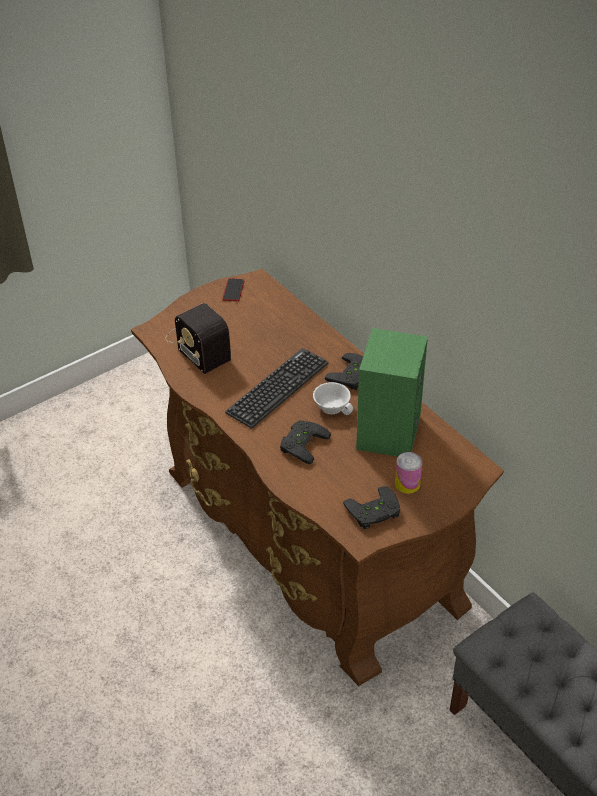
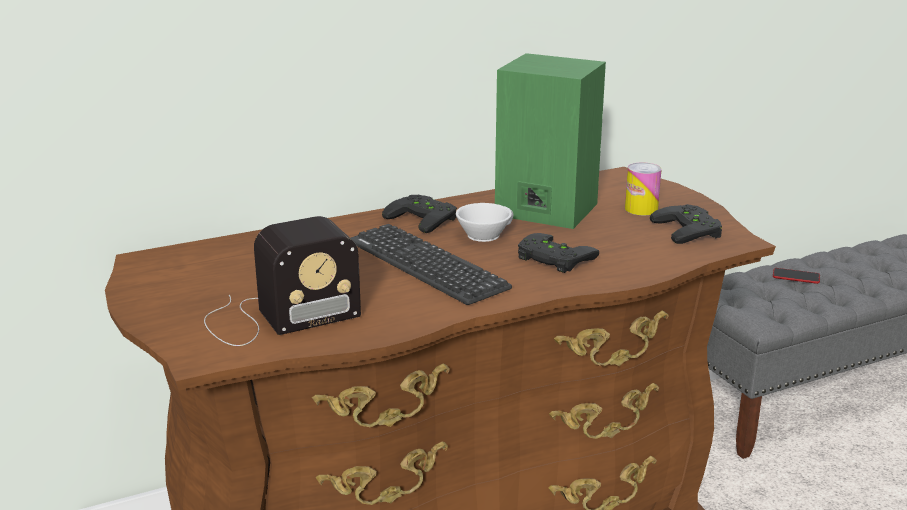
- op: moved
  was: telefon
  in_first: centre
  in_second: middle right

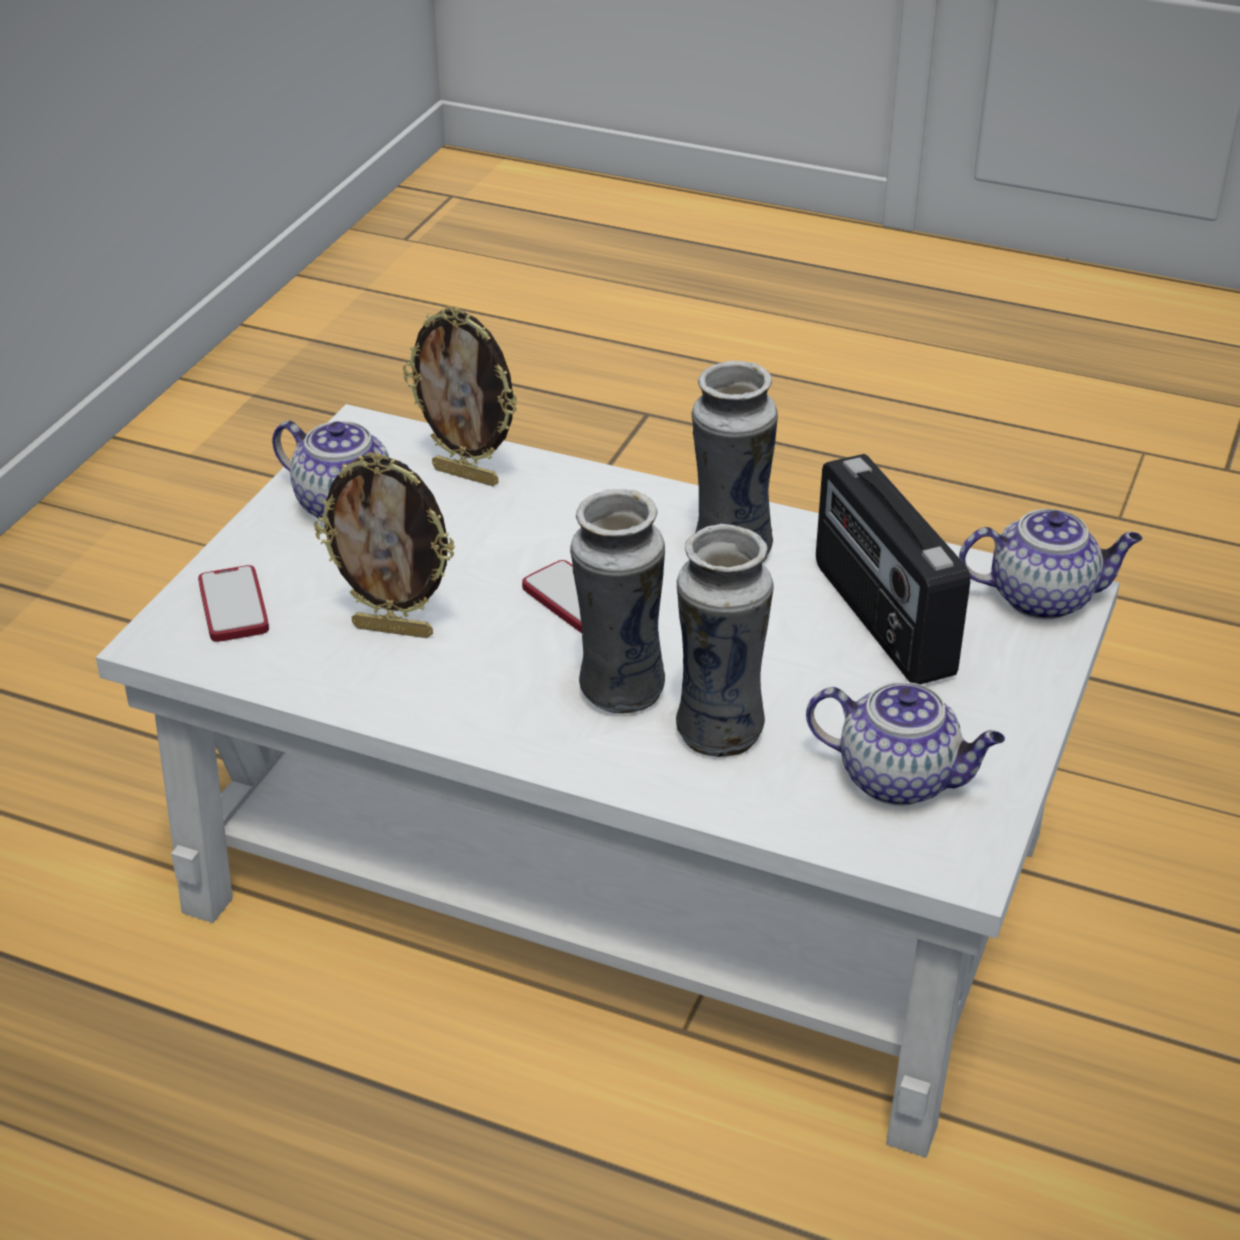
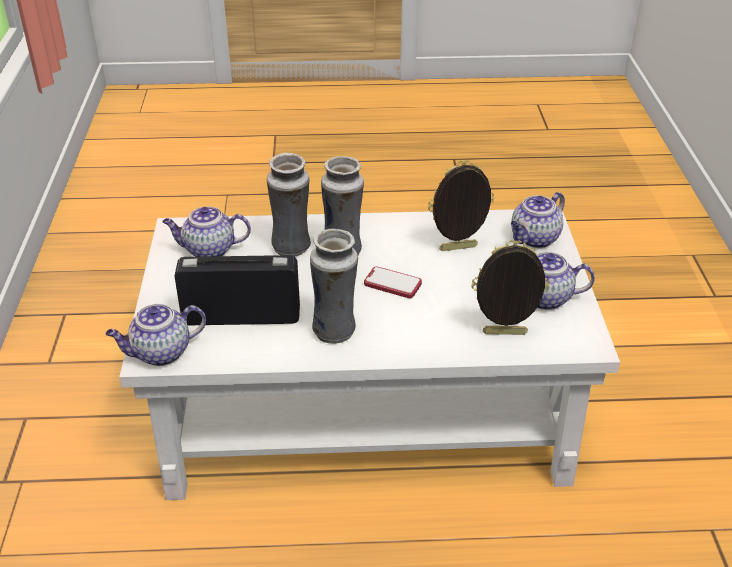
- op: turned
  was: radio
  in_first: middle right
  in_second: middle left
  clockwise: -45
- op: replaced
  was: telefon (1st from left)
  now: imbryk (3rd from left)
  in_first: middle left
  in_second: middle right

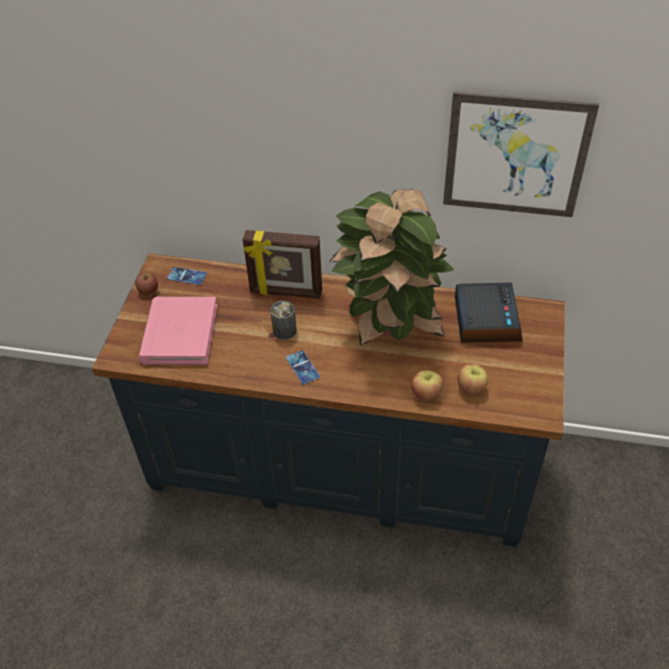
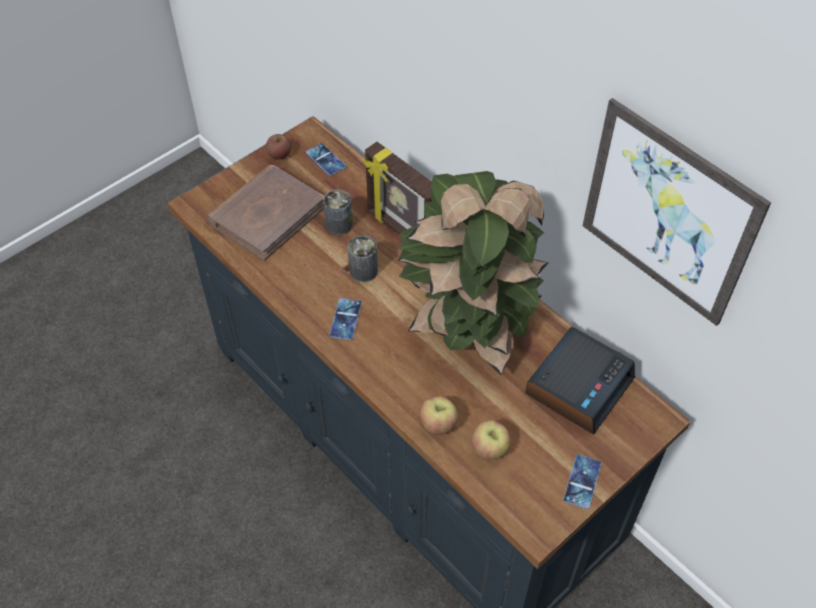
- op: recoloured
  was: książka (różowy)
  now: książka (brązowy)
  in_first: middle left
  in_second: middle left
- op: added
  now: puszka (1st from left)
  in_second: centre
- op: added
  now: telefon (3rd from left)
  in_second: bottom right

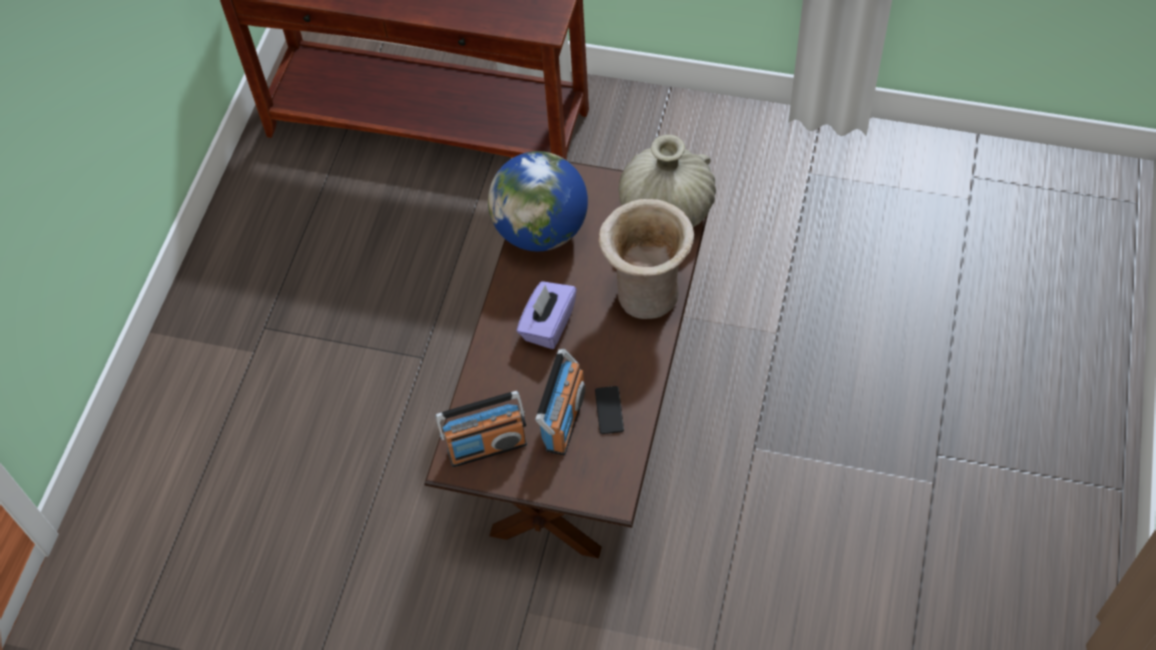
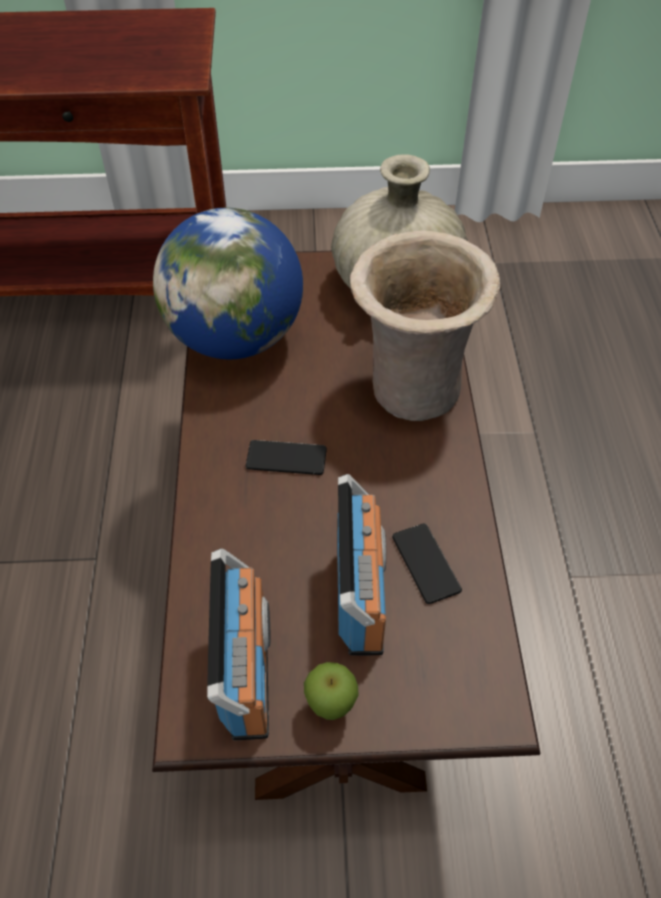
- op: replaced
  was: pudełko chusteczek (fioletowy)
  now: telefon (1st from left)
  in_first: centre
  in_second: centre
- op: turned
  was: radio (1st from left)
  in_first: centre
  in_second: bottom centre
  clockwise: -60
- op: added
  now: jabłko
  in_second: bottom centre

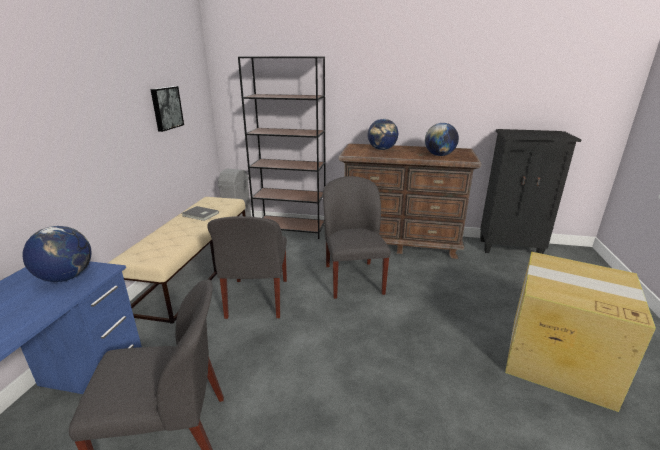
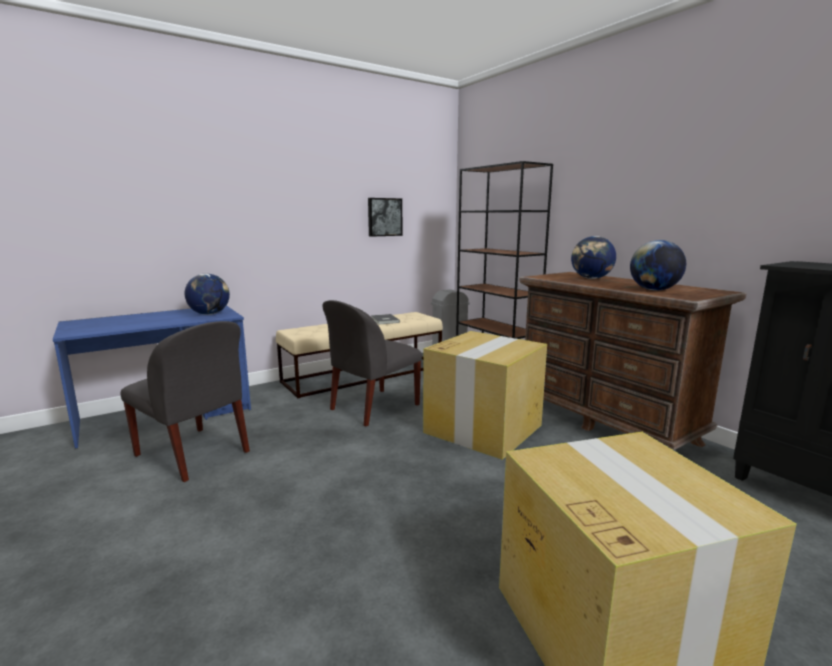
- op: replaced
  was: krzesło (szary) (3rd from left)
  now: karton (1st from left)
  in_first: centre
  in_second: centre

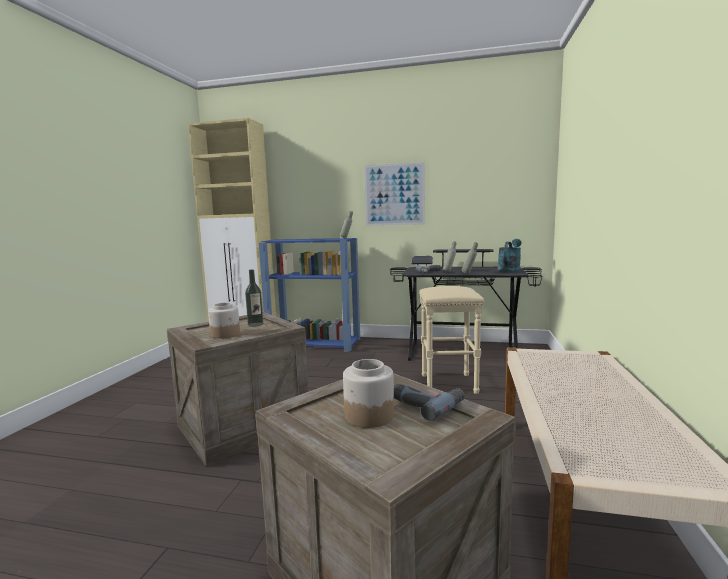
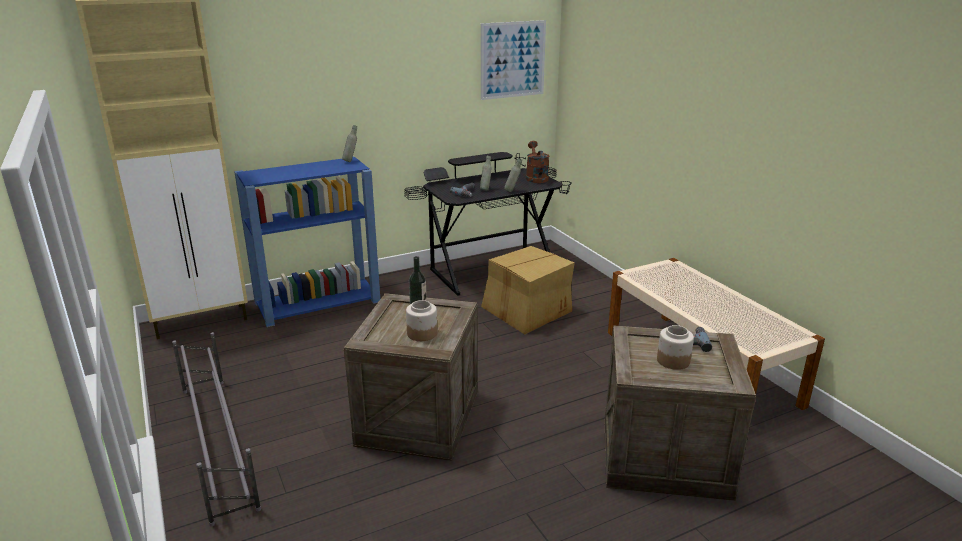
- op: moved
  was: obraz
  in_first: centre
  in_second: top centre
- op: recoloured
  was: konewka (turkusowy)
  now: konewka (brązowy)
  in_first: middle right
  in_second: top centre
- op: replaced
  was: stołek (beżowy)
  now: karton
  in_first: centre
  in_second: centre
- op: added
  now: regał na buty (szary)
  in_second: bottom left

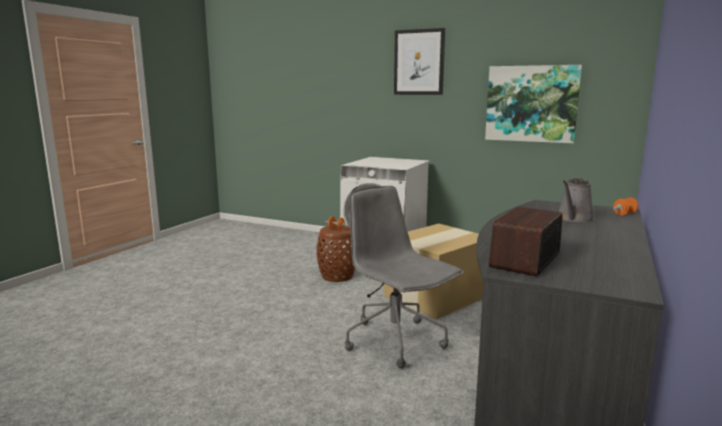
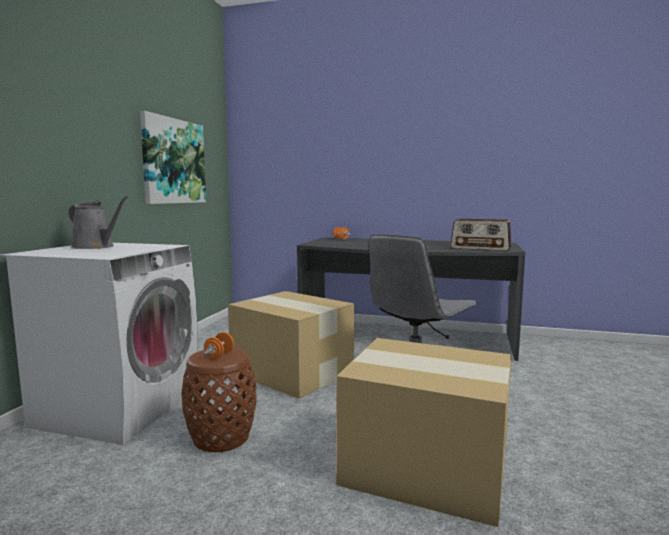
- op: removed
  was: obraz (1st from left)
  in_first: top centre
- op: moved
  was: konewka (szary)
  in_first: middle right
  in_second: middle left
- op: added
  now: karton (2nd from left)
  in_second: bottom centre

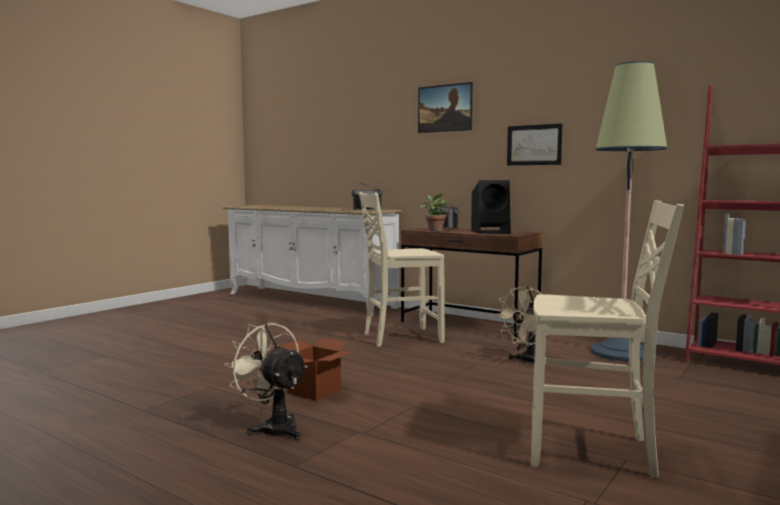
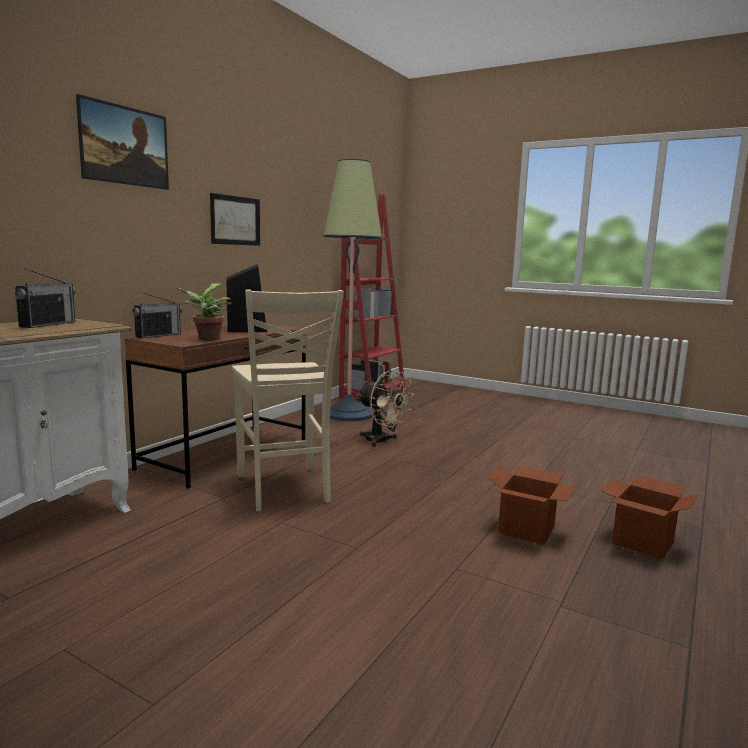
- op: removed
  was: krzesło (beżowy) (2nd from left)
  in_first: bottom right
- op: replaced
  was: wentylator (beżowy) (1st from left)
  now: karton (2nd from left)
  in_first: bottom centre
  in_second: bottom right

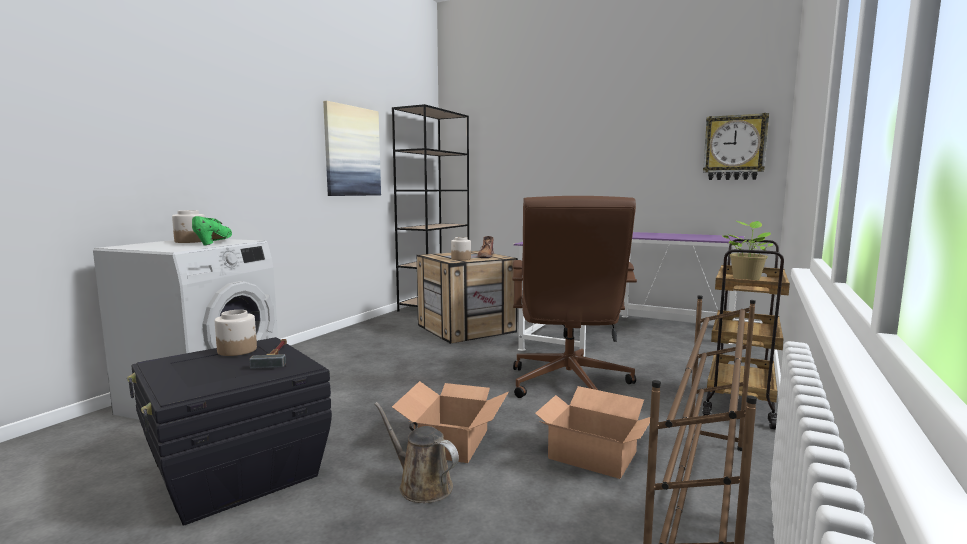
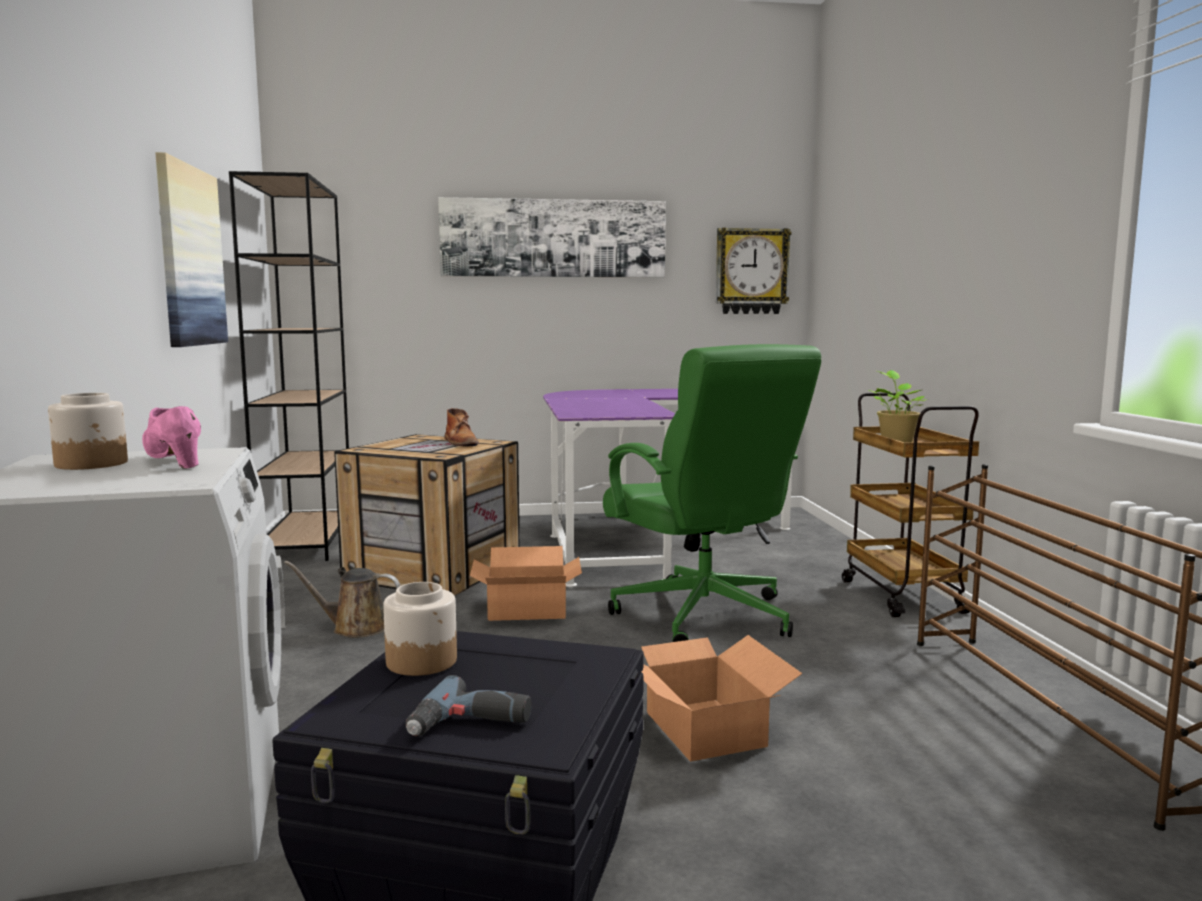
- op: recoloured
  was: krzesło biurowe (brązowy)
  now: krzesło biurowe (zielony)
  in_first: centre
  in_second: centre
- op: recoloured
  was: but (zielony)
  now: but (różowy)
  in_first: middle left
  in_second: middle left
- op: removed
  was: słoik (3rd from left)
  in_first: centre
- op: removed
  was: młotek
  in_first: middle left
- op: moved
  was: karton (2nd from left in the first image)
  now: karton (1st from left)
  in_first: bottom centre
  in_second: centre
- op: moved
  was: konewka (brązowy)
  in_first: bottom centre
  in_second: middle left
- op: added
  now: obraz (2nd from left)
  in_second: top centre
- op: added
  now: wiertarka
  in_second: bottom centre

